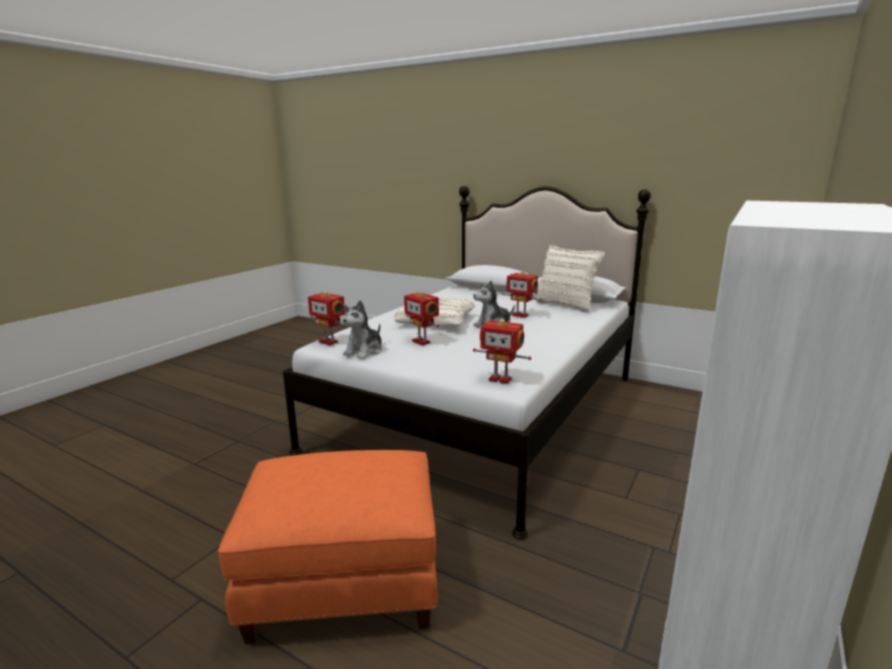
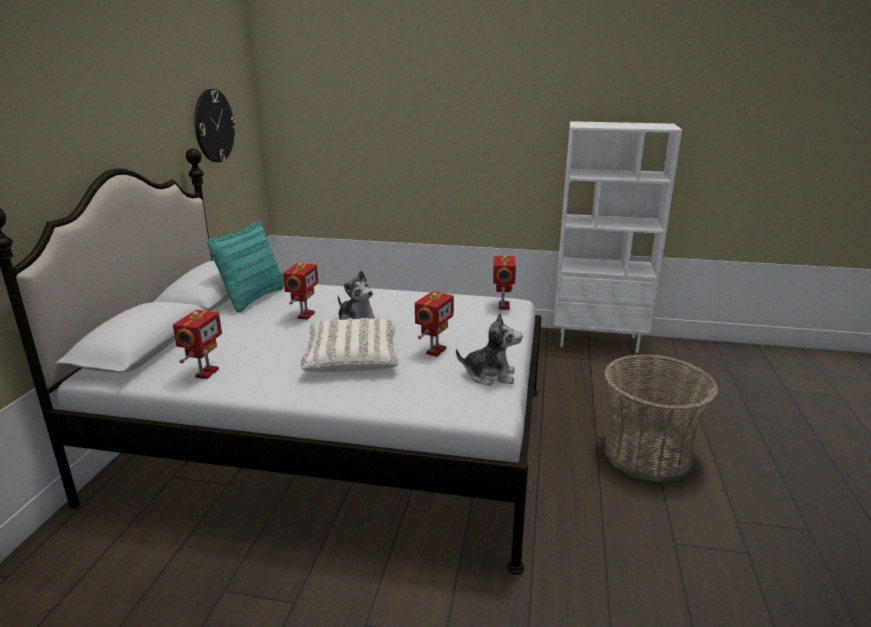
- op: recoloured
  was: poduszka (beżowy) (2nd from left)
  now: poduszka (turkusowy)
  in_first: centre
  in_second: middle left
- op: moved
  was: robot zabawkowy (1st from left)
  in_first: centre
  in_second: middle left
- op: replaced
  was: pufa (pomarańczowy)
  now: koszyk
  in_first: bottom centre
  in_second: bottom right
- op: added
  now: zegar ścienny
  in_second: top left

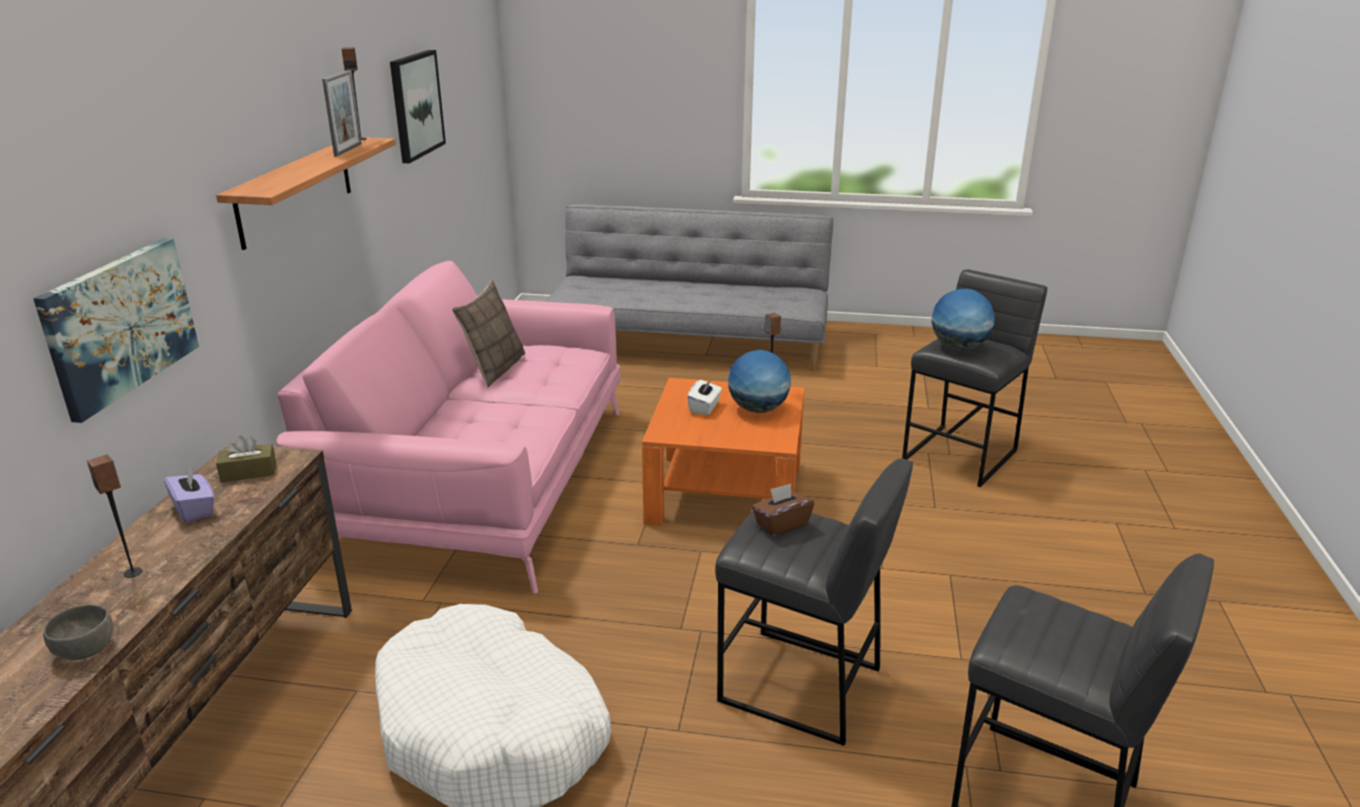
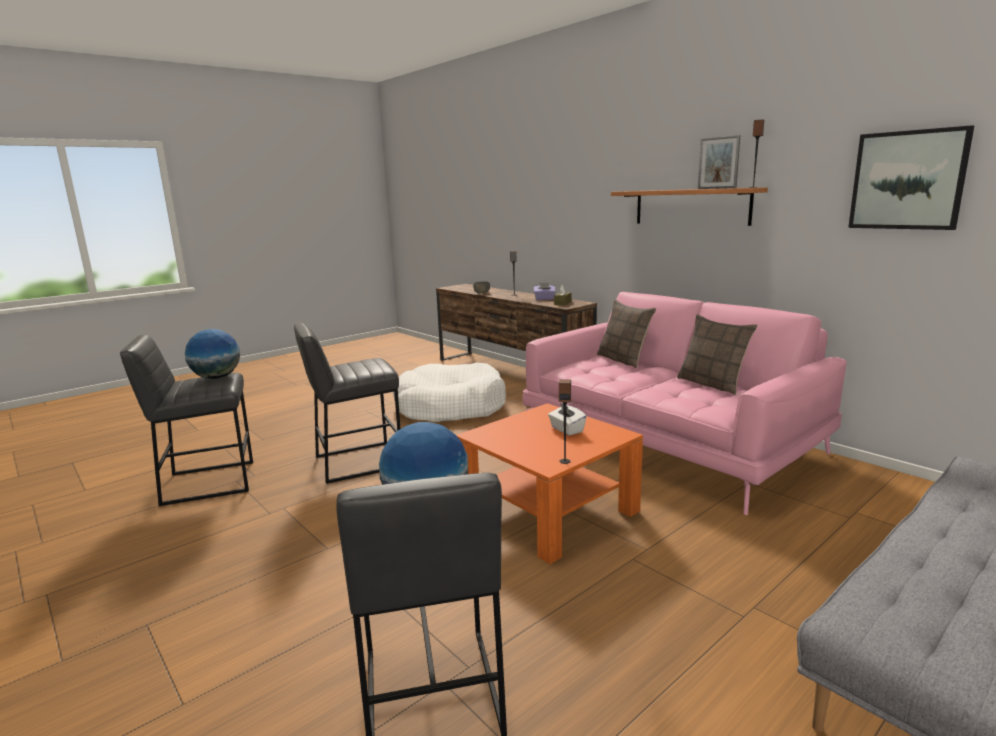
- op: removed
  was: obraz (1st from left)
  in_first: middle left
- op: moved
  was: globus (1st from left)
  in_first: centre
  in_second: middle left
- op: removed
  was: pudełko chusteczek (brązowy) (2nd from left)
  in_first: centre
- op: added
  now: poduszka (1st from left)
  in_second: centre

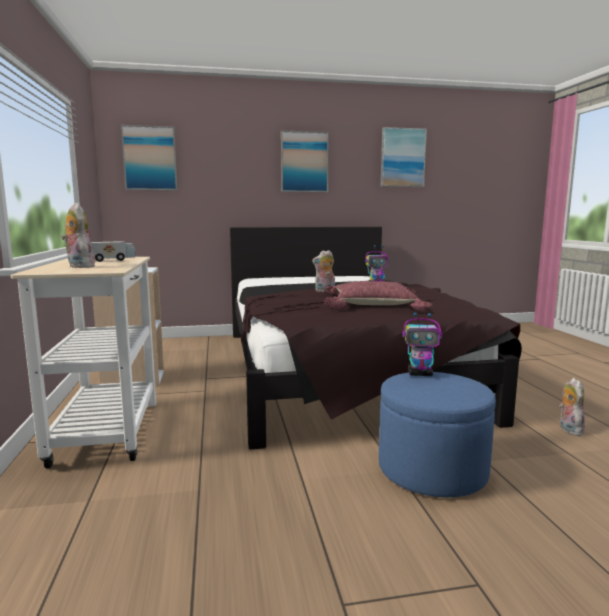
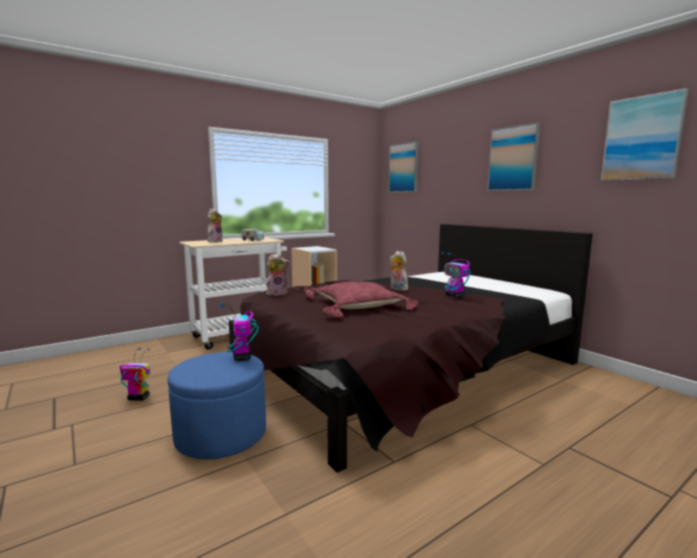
- op: moved
  was: pluszak (3rd from left in the first image)
  now: pluszak (2nd from left)
  in_first: middle right
  in_second: centre
- op: added
  now: robot zabawkowy (1st from left)
  in_second: bottom left

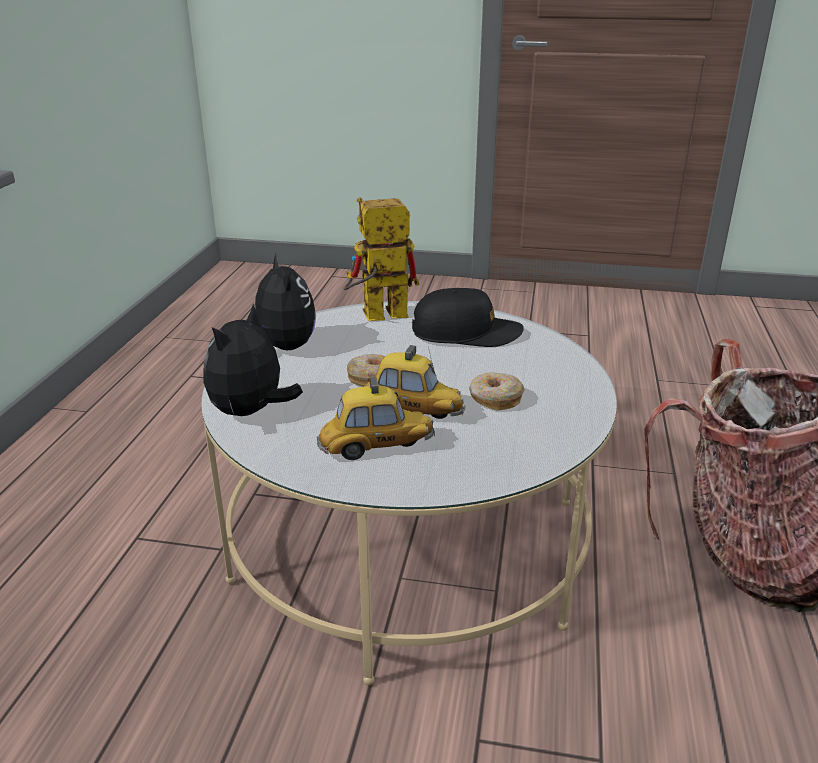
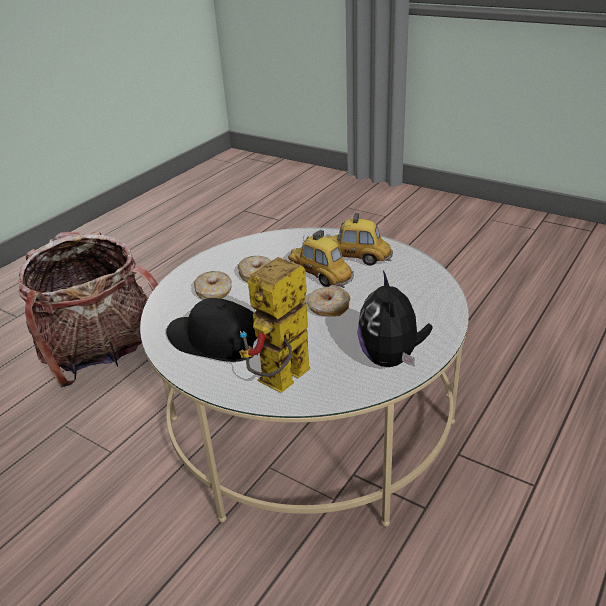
- op: turned
  was: robot zabawkowy
  in_first: centre
  in_second: centre
  clockwise: 120
- op: removed
  was: pluszak (1st from left)
  in_first: middle left
- op: added
  now: donut (1st from left)
  in_second: centre

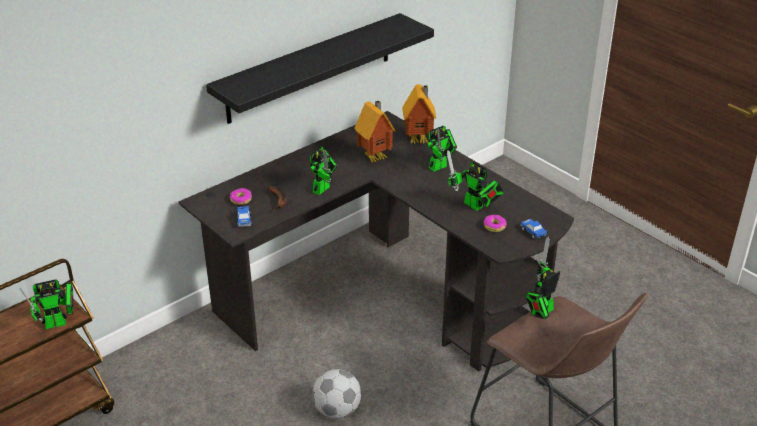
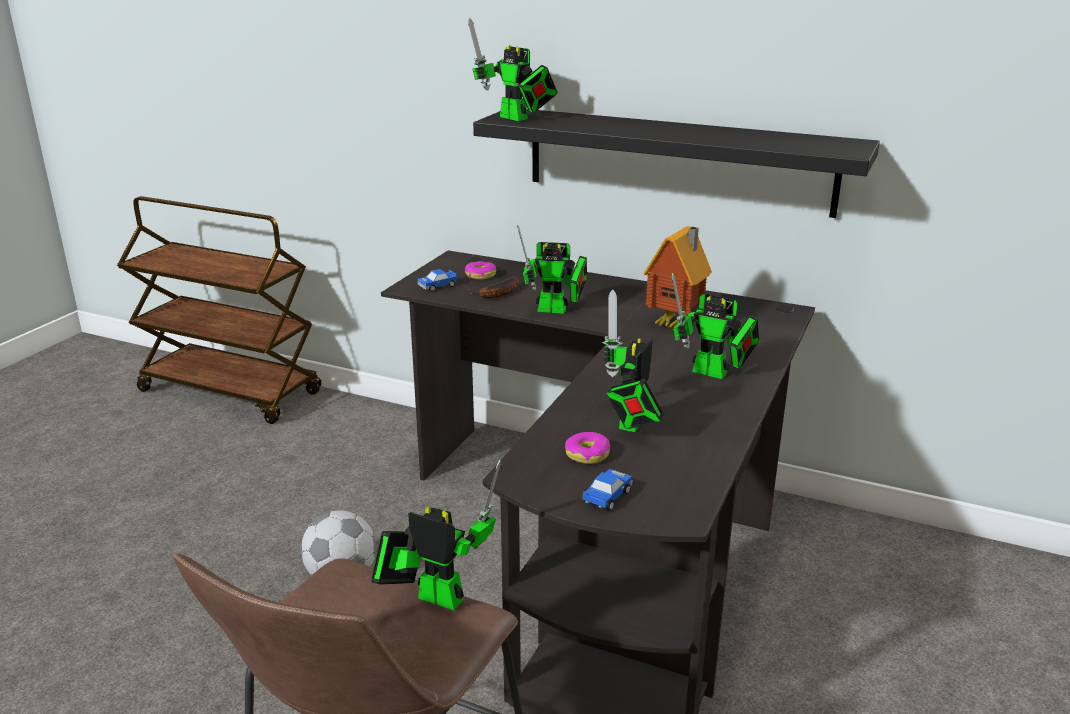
- op: removed
  was: domek (2nd from left)
  in_first: top centre
- op: moved
  was: robot zabawkowy (1st from left in the first image)
  now: robot zabawkowy (2nd from left)
  in_first: bottom left
  in_second: top centre

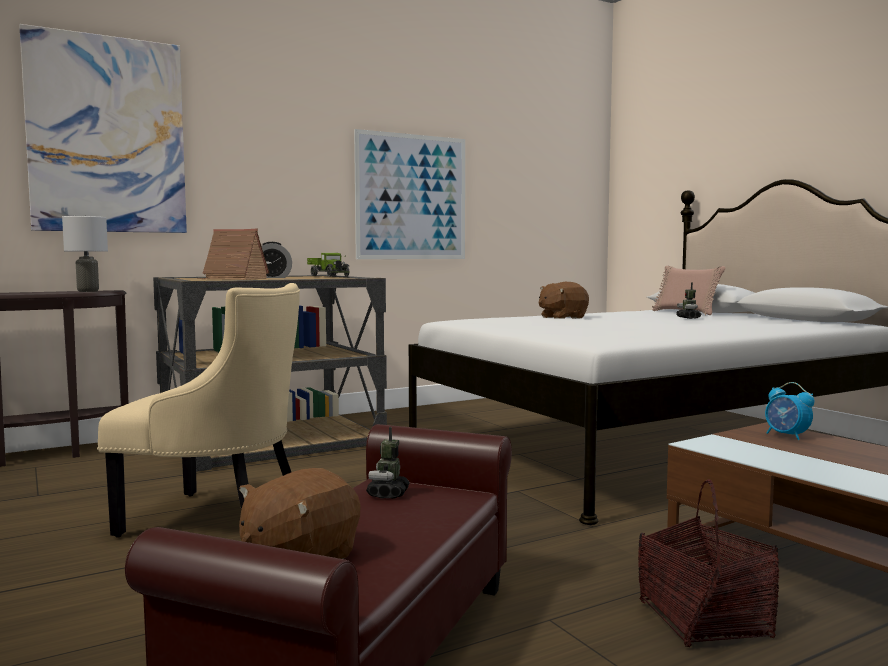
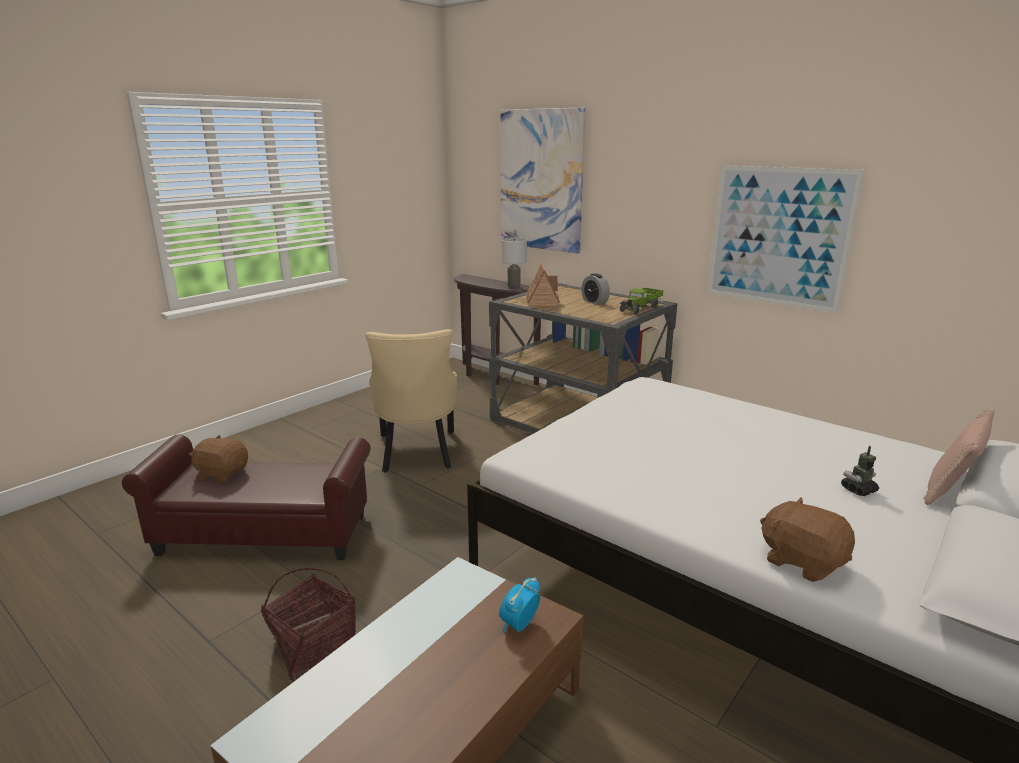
- op: moved
  was: pluszak (brązowy) (2nd from left)
  in_first: centre
  in_second: bottom right
- op: removed
  was: robot zabawkowy (1st from left)
  in_first: bottom centre

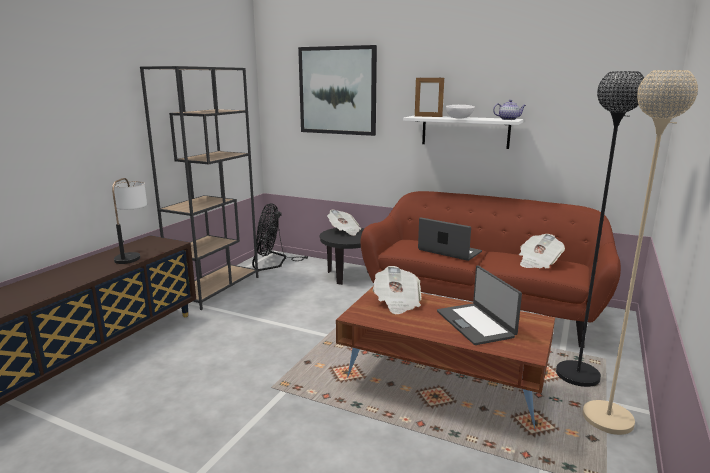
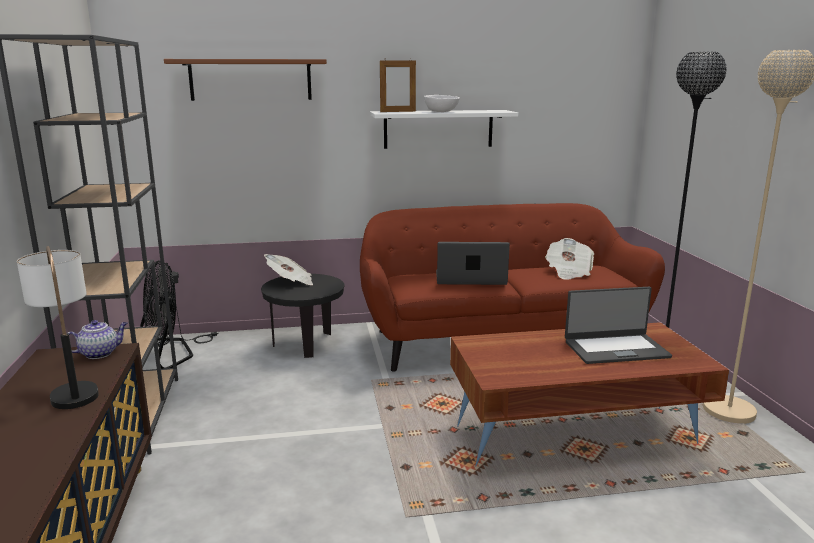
- op: replaced
  was: obraz
  now: półka (brązowy)
  in_first: top centre
  in_second: top left
- op: moved
  was: imbryk
  in_first: top right
  in_second: middle left
- op: turned
  was: laptop (2nd from left)
  in_first: middle right
  in_second: middle right
  clockwise: -45
- op: removed
  was: gazeta (2nd from left)
  in_first: centre

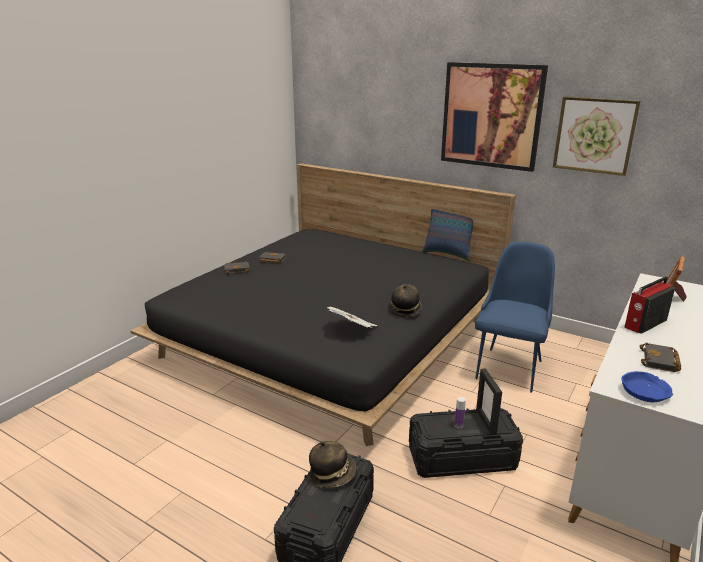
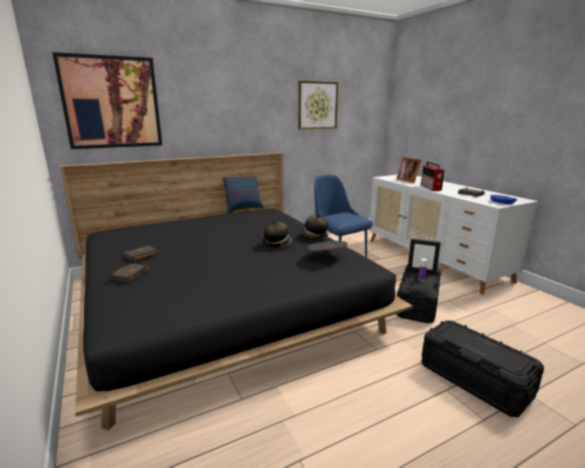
- op: moved
  was: obraz (1st from left)
  in_first: top right
  in_second: top left
- op: moved
  was: kapelusz (1st from left)
  in_first: bottom centre
  in_second: centre

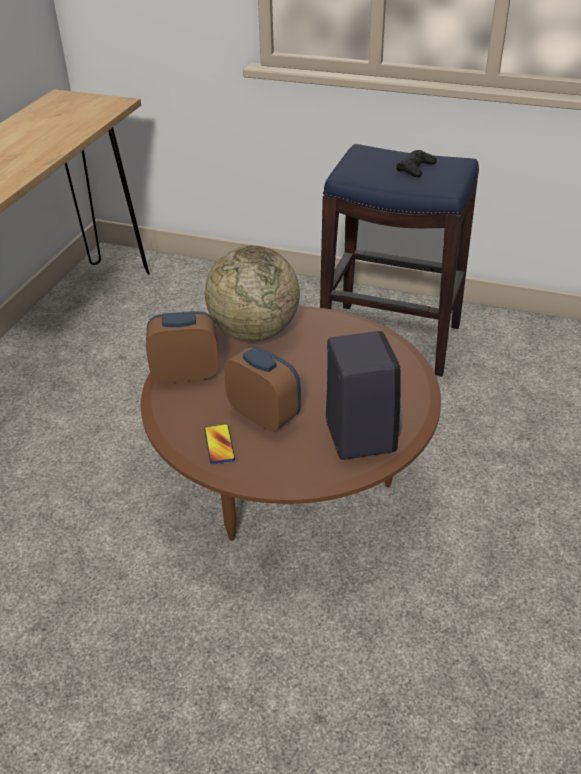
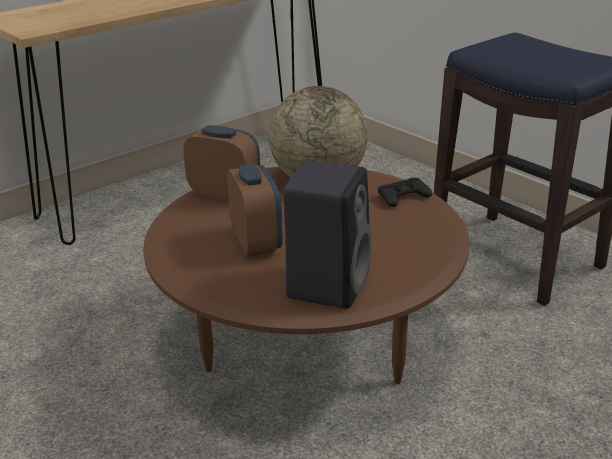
- op: moved
  was: pad do gier (czarny)
  in_first: top right
  in_second: centre
- op: removed
  was: telefon
  in_first: centre

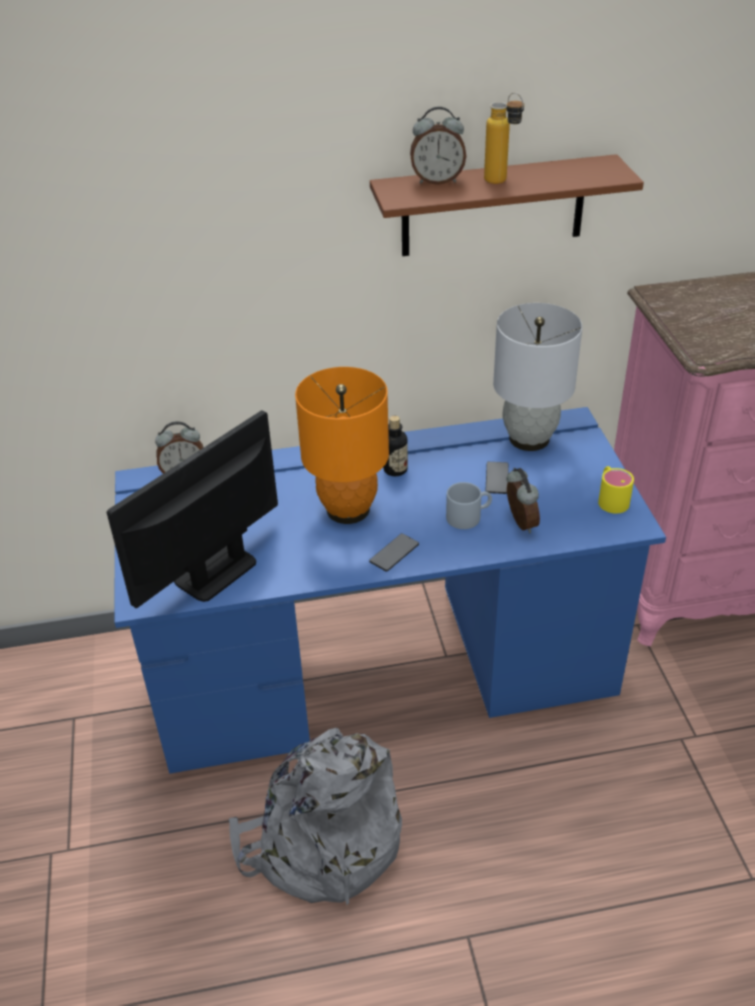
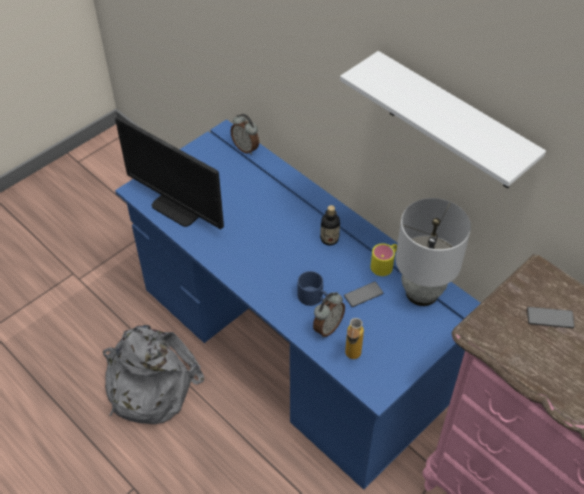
- op: moved
  was: butelka (2nd from left)
  in_first: top right
  in_second: bottom centre
- op: removed
  was: budzik (2nd from left)
  in_first: top centre
- op: recoloured
  was: półka (brązowy)
  now: półka (biały)
  in_first: top right
  in_second: top right
- op: removed
  was: lampa stołowa (pomarańczowy)
  in_first: centre
- op: turned
  was: monitor
  in_first: middle left
  in_second: middle left
  clockwise: -150
- op: moved
  was: kubek (żółty)
  in_first: middle right
  in_second: centre
- op: recoloured
  was: kubek (szary)
  now: kubek (niebieski)
  in_first: centre
  in_second: centre
- op: moved
  was: telefon (1st from left in the first image)
  now: telefon (2nd from left)
  in_first: centre
  in_second: middle right

